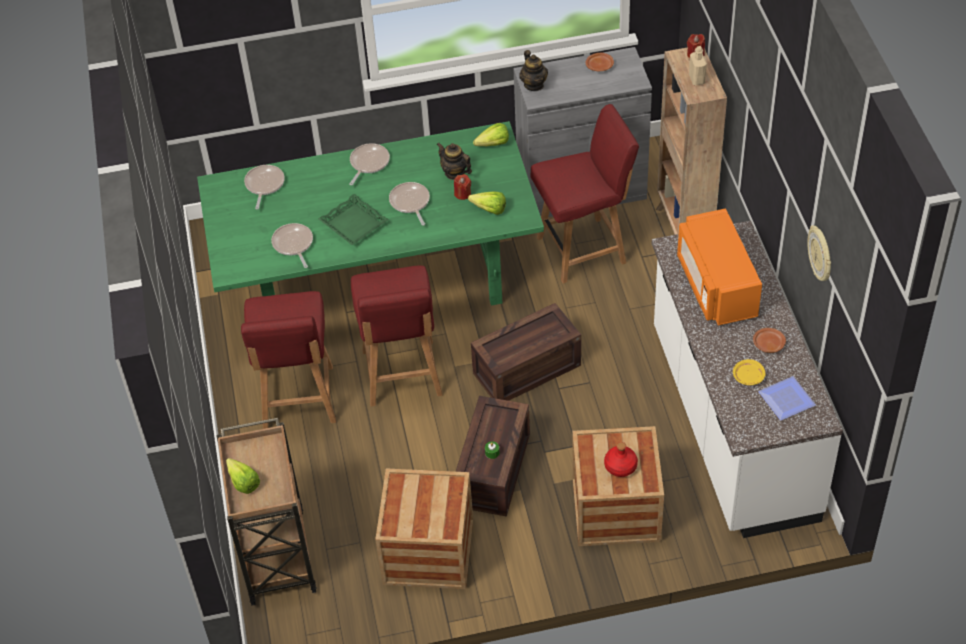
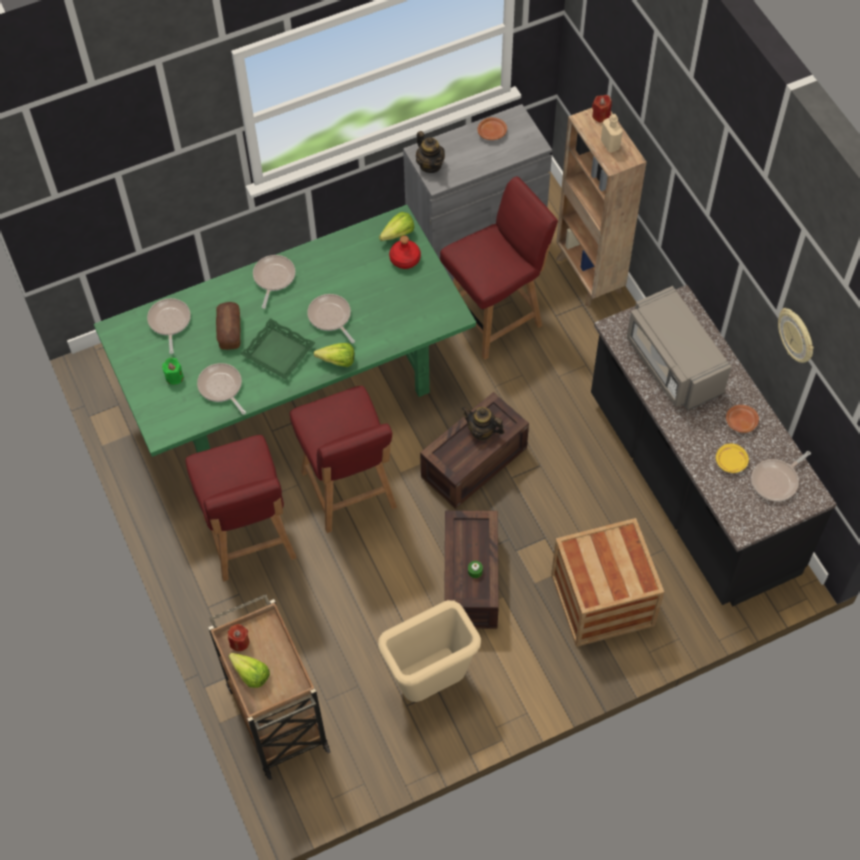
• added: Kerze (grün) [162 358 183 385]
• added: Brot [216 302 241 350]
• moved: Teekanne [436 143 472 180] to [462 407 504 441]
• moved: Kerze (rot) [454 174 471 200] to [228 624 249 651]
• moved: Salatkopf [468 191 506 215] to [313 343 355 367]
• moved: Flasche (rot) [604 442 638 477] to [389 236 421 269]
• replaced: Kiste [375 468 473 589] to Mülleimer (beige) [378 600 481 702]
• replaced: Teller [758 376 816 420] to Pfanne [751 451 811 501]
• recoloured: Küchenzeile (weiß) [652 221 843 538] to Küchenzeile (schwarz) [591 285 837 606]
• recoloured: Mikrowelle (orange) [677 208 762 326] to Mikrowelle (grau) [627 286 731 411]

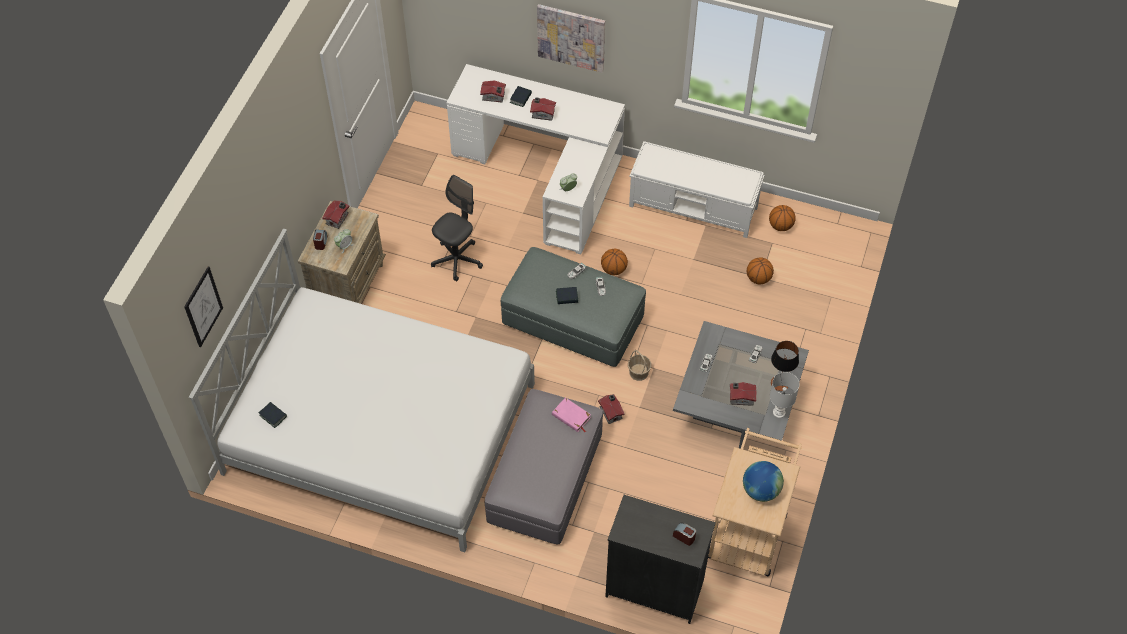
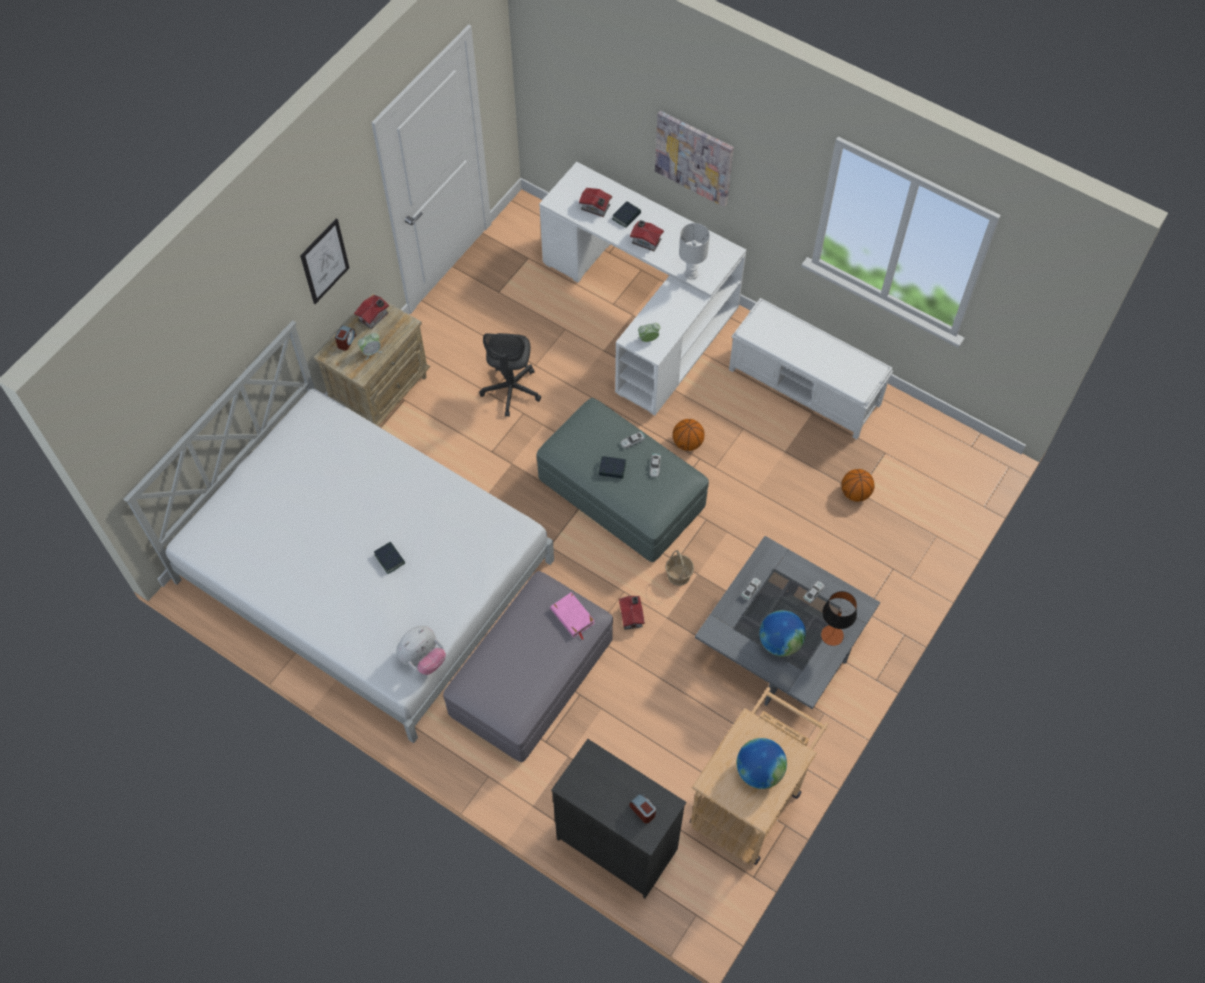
• removed: Basketball [769 205 796 231]
• added: Plüschtier [396 626 446 675]
• moved: Bild [184 266 223 347] to [300 218 349 304]
• moved: Buch [259 402 287 428] to [374 542 405 574]
• moved: Tischlampe (weiß) [770 372 799 418] to [679 223 710 280]
• replaced: Spielzeughaus [730 382 756 406] to Globus [759 610 806 657]
• turned: Bürostuhl (grau) [431 175 483 282] = [479 333 541 417] 135 degrees clockwise

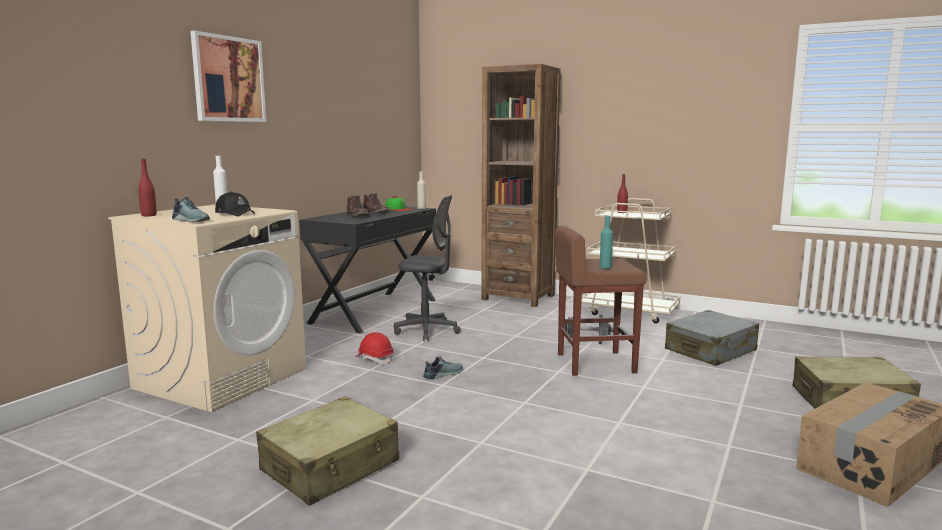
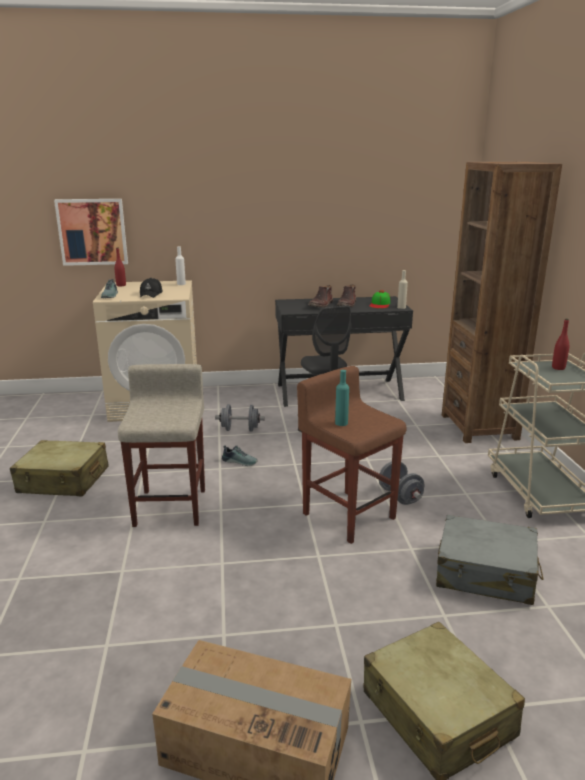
• added: Hocker (beige) [118 364 205 527]
• moved: Bild [190 31 266 122] to [54 199 128 266]
• replaced: Schutzhelm (rot) [355 332 394 364] to Hantel (grau) [215 404 265 431]

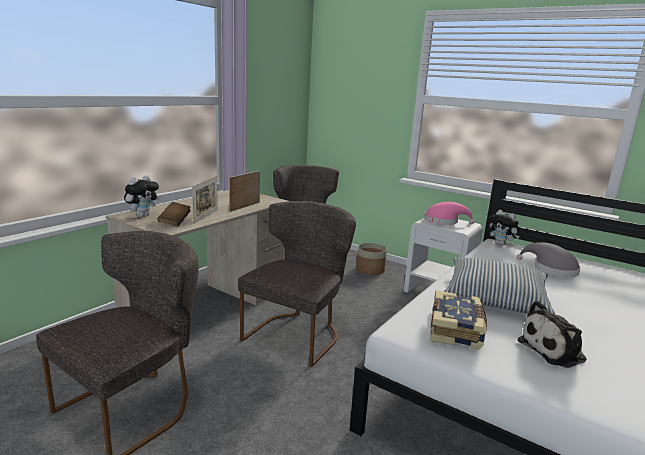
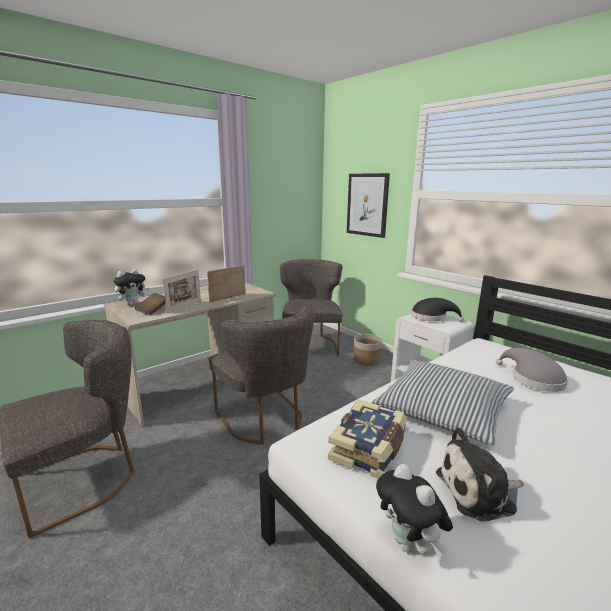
• added: Bild [347 173 390 238]
• moved: Plüschtier [489 210 520 246] to [376 464 453 558]
• recoloured: Hut (rosa) [424 202 475 225] to Hut (schwarz) [411 298 464 322]
• turned: Stuhl (grau) [238 201 356 367] = [209 305 314 445] 105 degrees clockwise

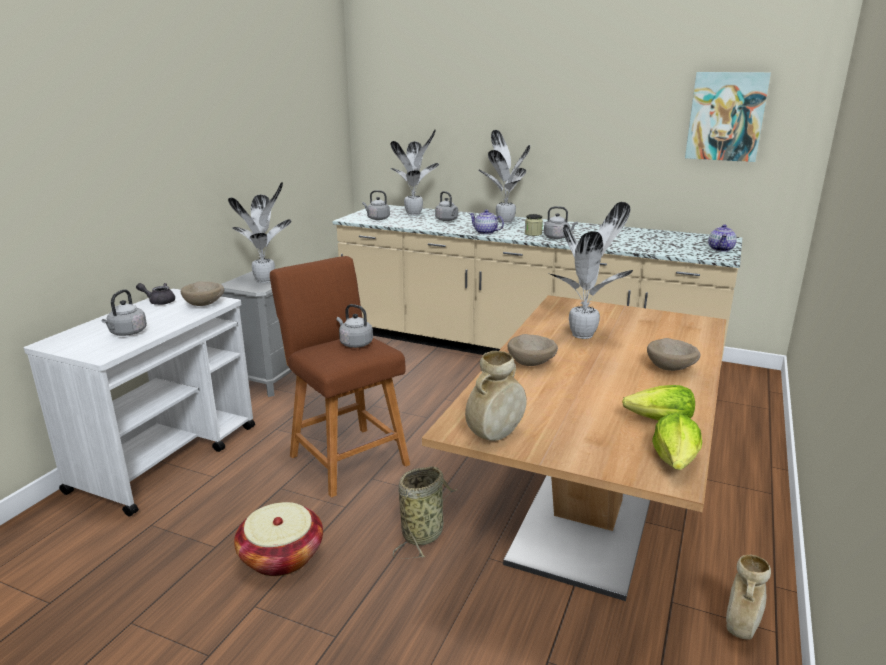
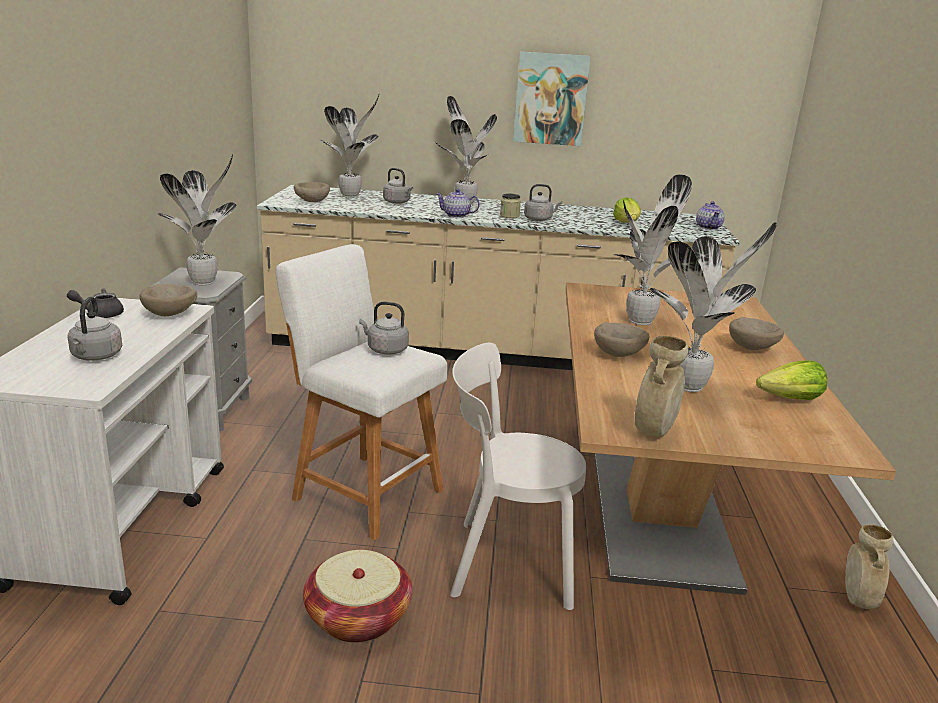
• added: Topfpflanze [650 222 777 392]
• moved: Salatkopf [652 413 702 470] to [613 197 641 223]
• moved: Bild [685 72 771 162] to [513 51 591 146]
• replaced: Wasserkessel (grau) [362 190 390 220] to Schüssel (beige) [294 182 330 202]
• replaced: Korb [393 466 458 559] to Stuhl (weiß) [450 342 586 610]
• recoloured: Hocker (braun) [270 256 410 498] to Hocker (weiß) [276 244 447 540]

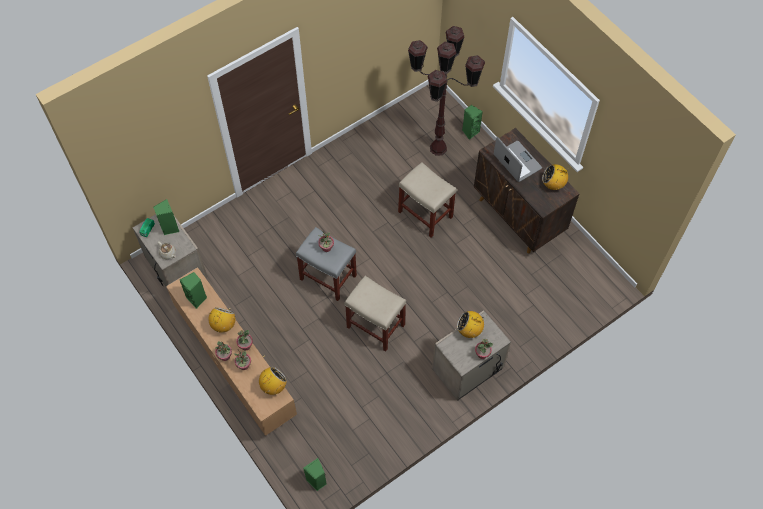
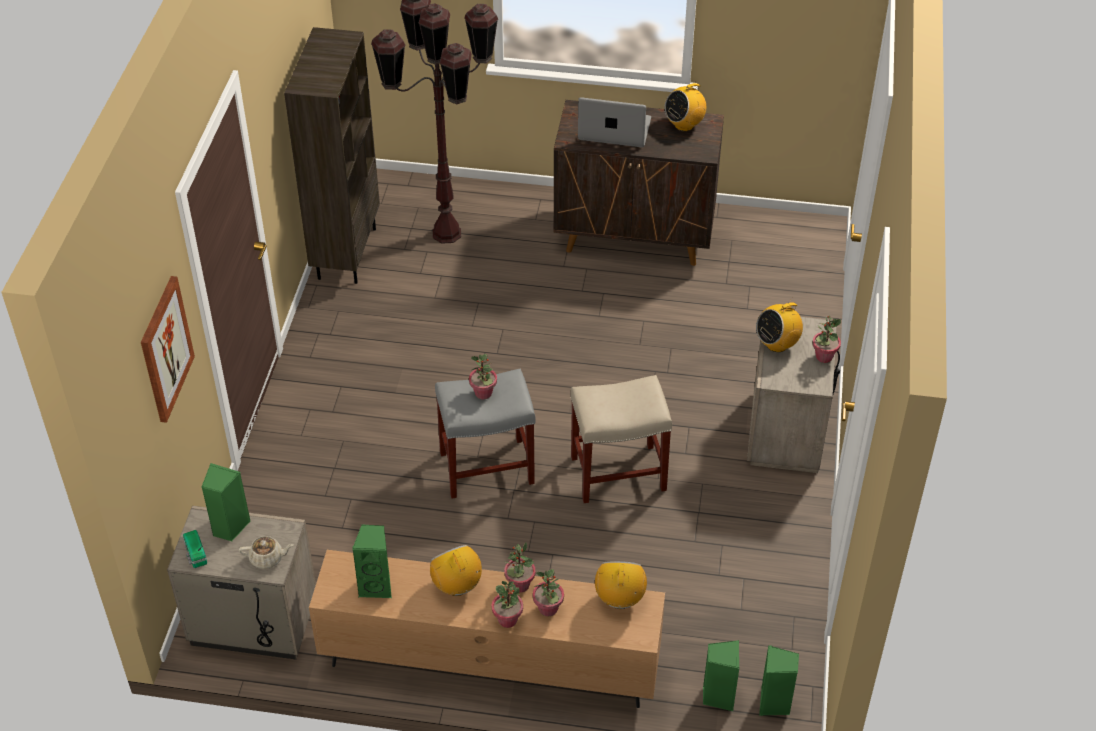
• removed: Hocker (beige) [398 162 457 238]
• added: Bild [141 276 195 423]
• added: Bücherregal (braun) [284 27 380 284]
• moved: Lautsprecher (grün) [462 105 483 140] to [703 640 740 711]

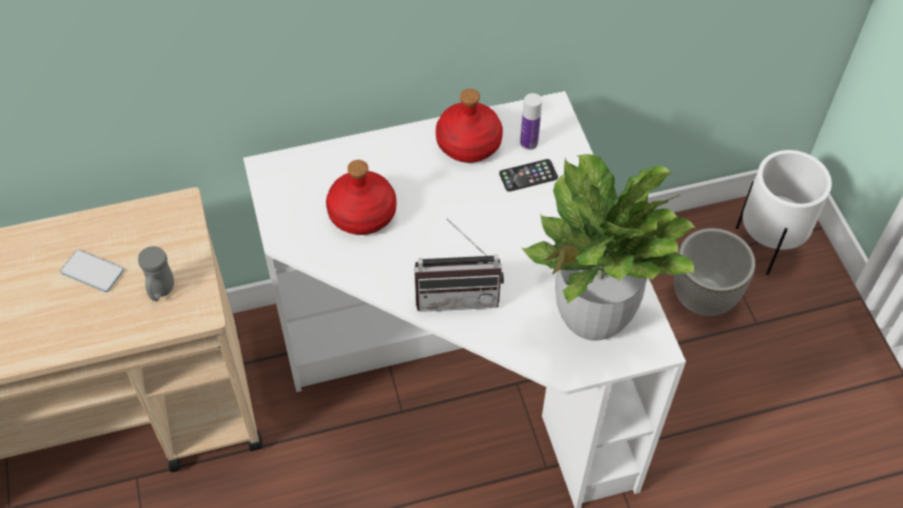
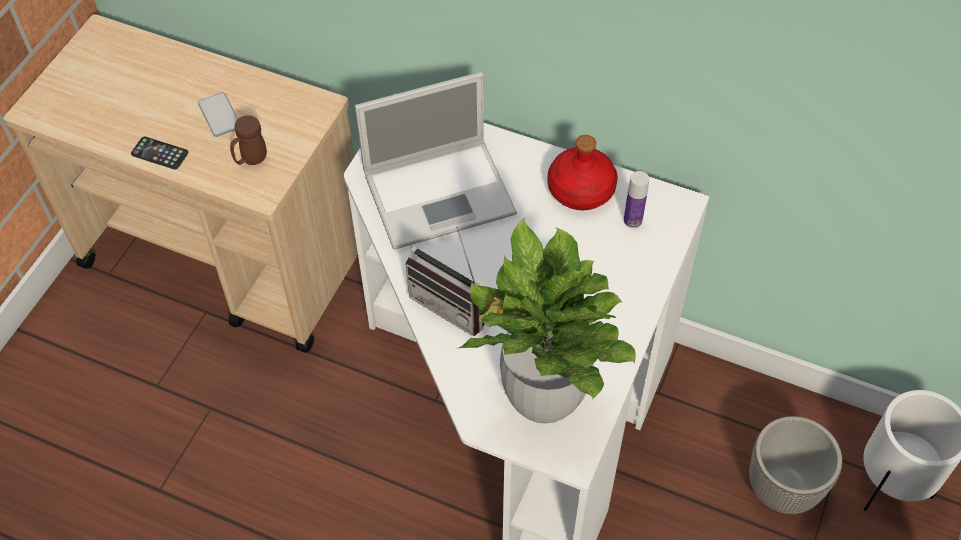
• moved: Handy [499 159 558 192] to [131 136 188 170]
• replaced: Flasche (rot) [326 160 397 235] to Laptop [355 72 517 250]
• recoloured: Henkelbecher (grau) [138 246 174 301] to Henkelbecher (braun) [230 115 267 165]

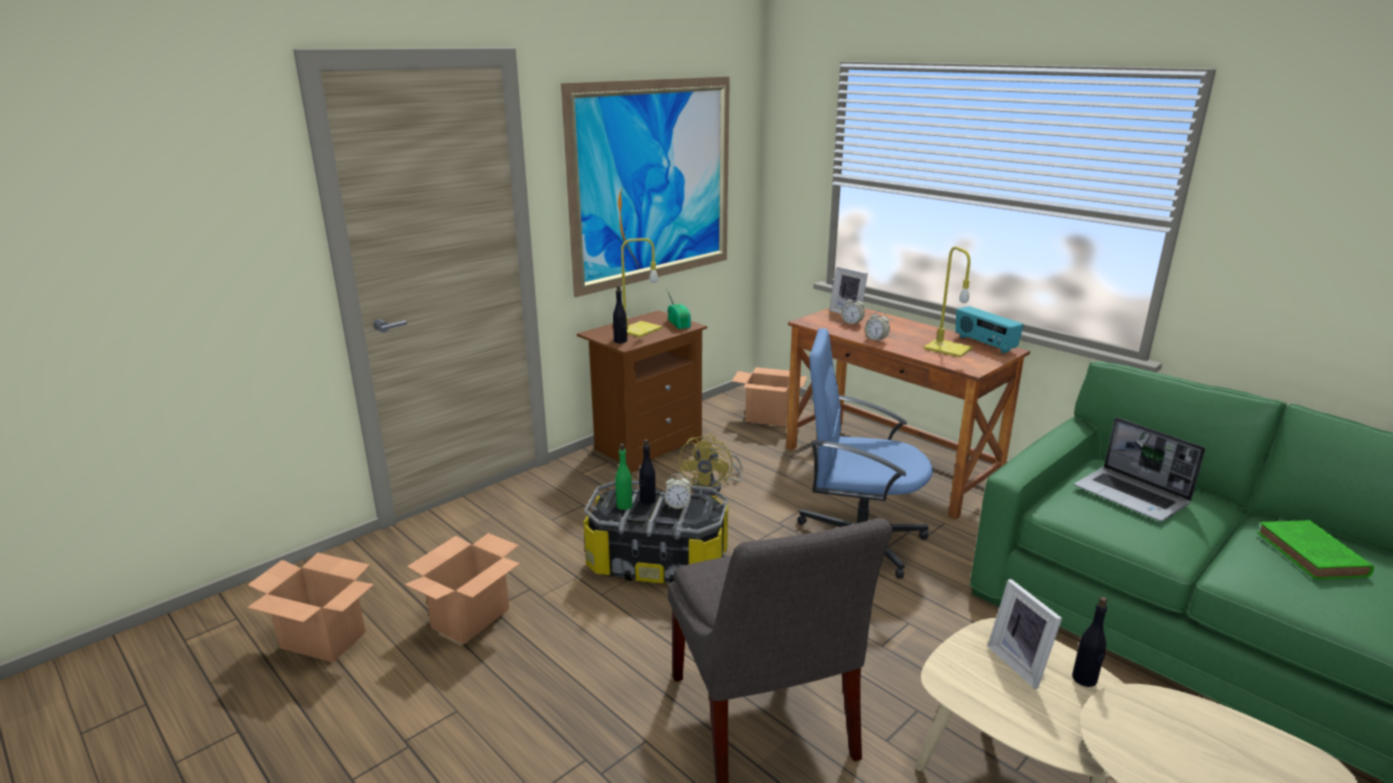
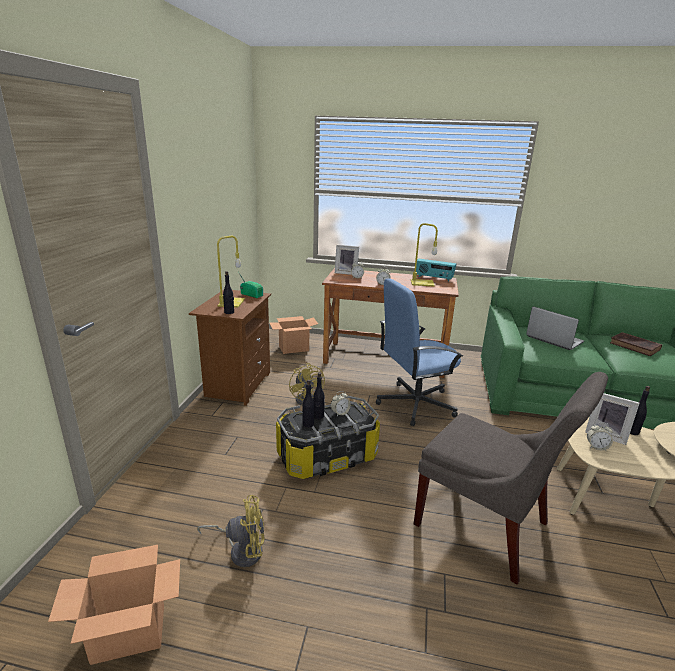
• removed: Bild [561 76 730 297]
• added: Wecker [587 422 613 450]
• replaced: Karton [404 533 520 644] to Ventilator (gelb) [197 495 264 567]
• recoloured: Flasche (grün) [615 444 633 510] to Flasche (schwarz) [302 380 314 428]
• recoloured: Buch (grün) [1257 520 1374 579] to Buch (braun) [610 332 662 356]
• turned: Laptop [1074 417 1205 521] = [526 306 584 350] 150 degrees counterclockwise

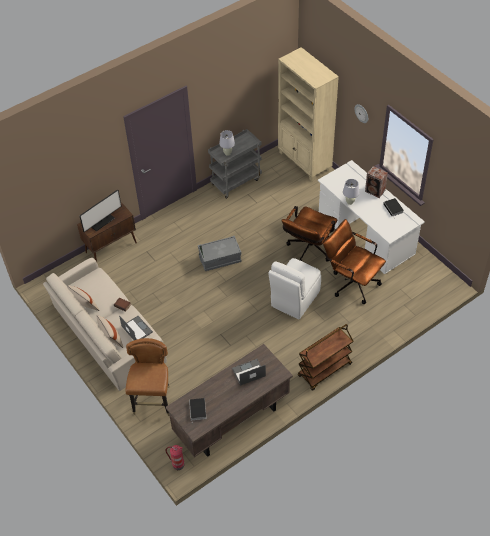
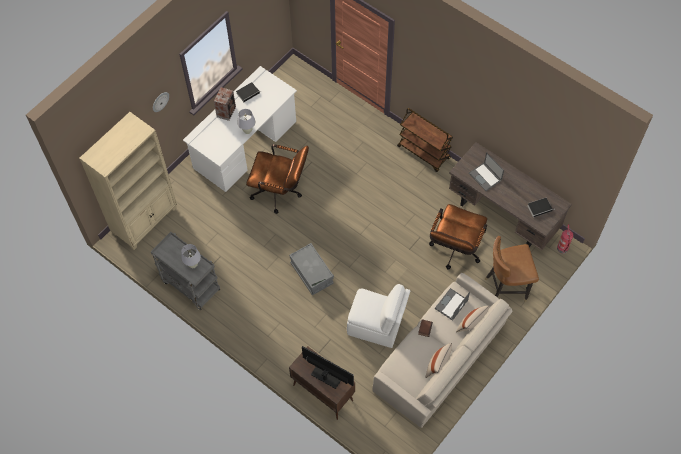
• moved: Stuhl (weiß) [268 258 321 320] to [347 284 410 348]
• moved: Bürostuhl (braun) [323 219 386 304] to [429 204 487 269]

